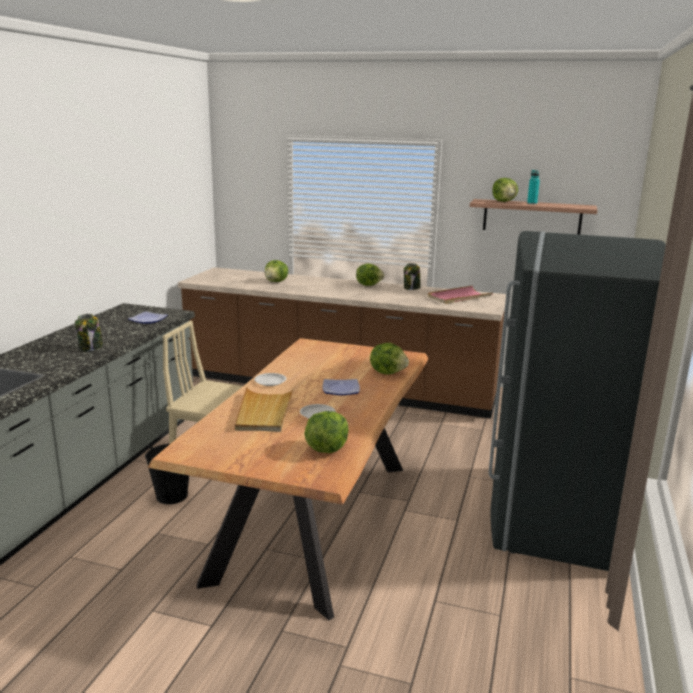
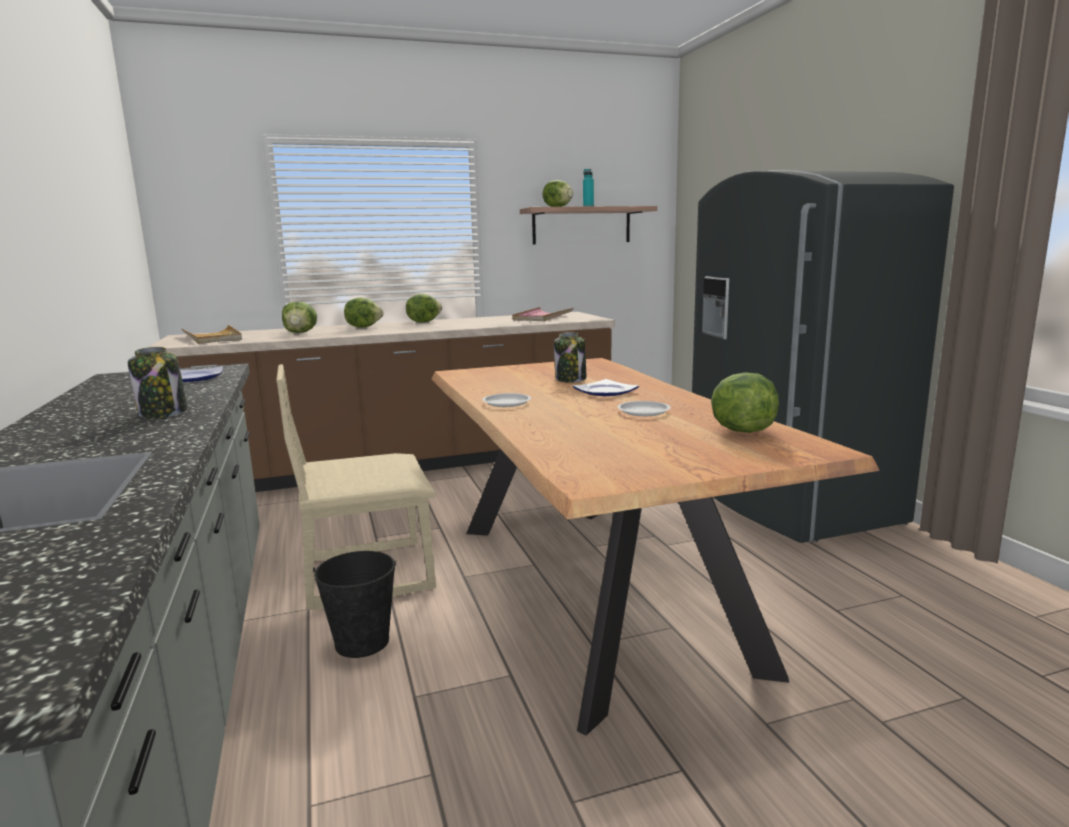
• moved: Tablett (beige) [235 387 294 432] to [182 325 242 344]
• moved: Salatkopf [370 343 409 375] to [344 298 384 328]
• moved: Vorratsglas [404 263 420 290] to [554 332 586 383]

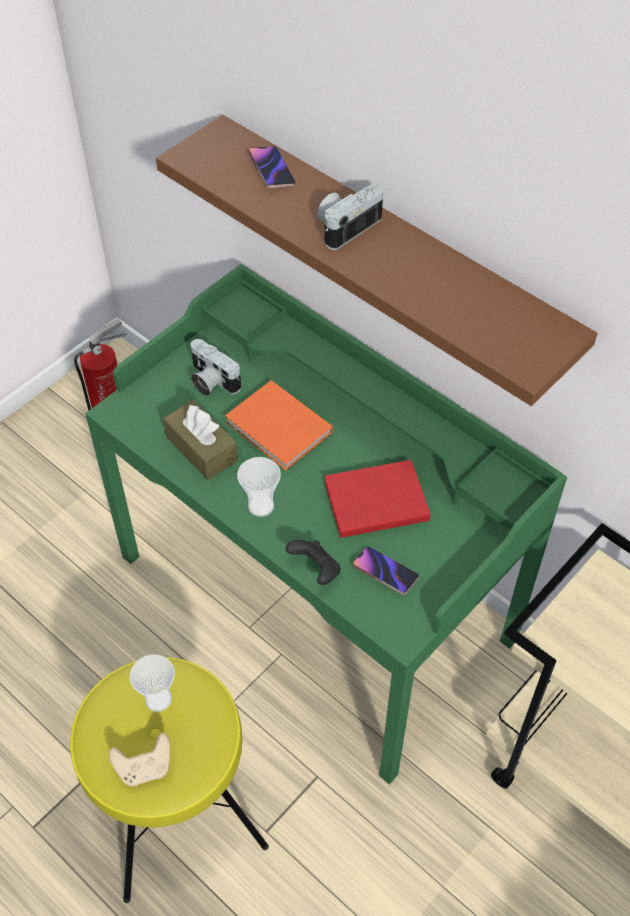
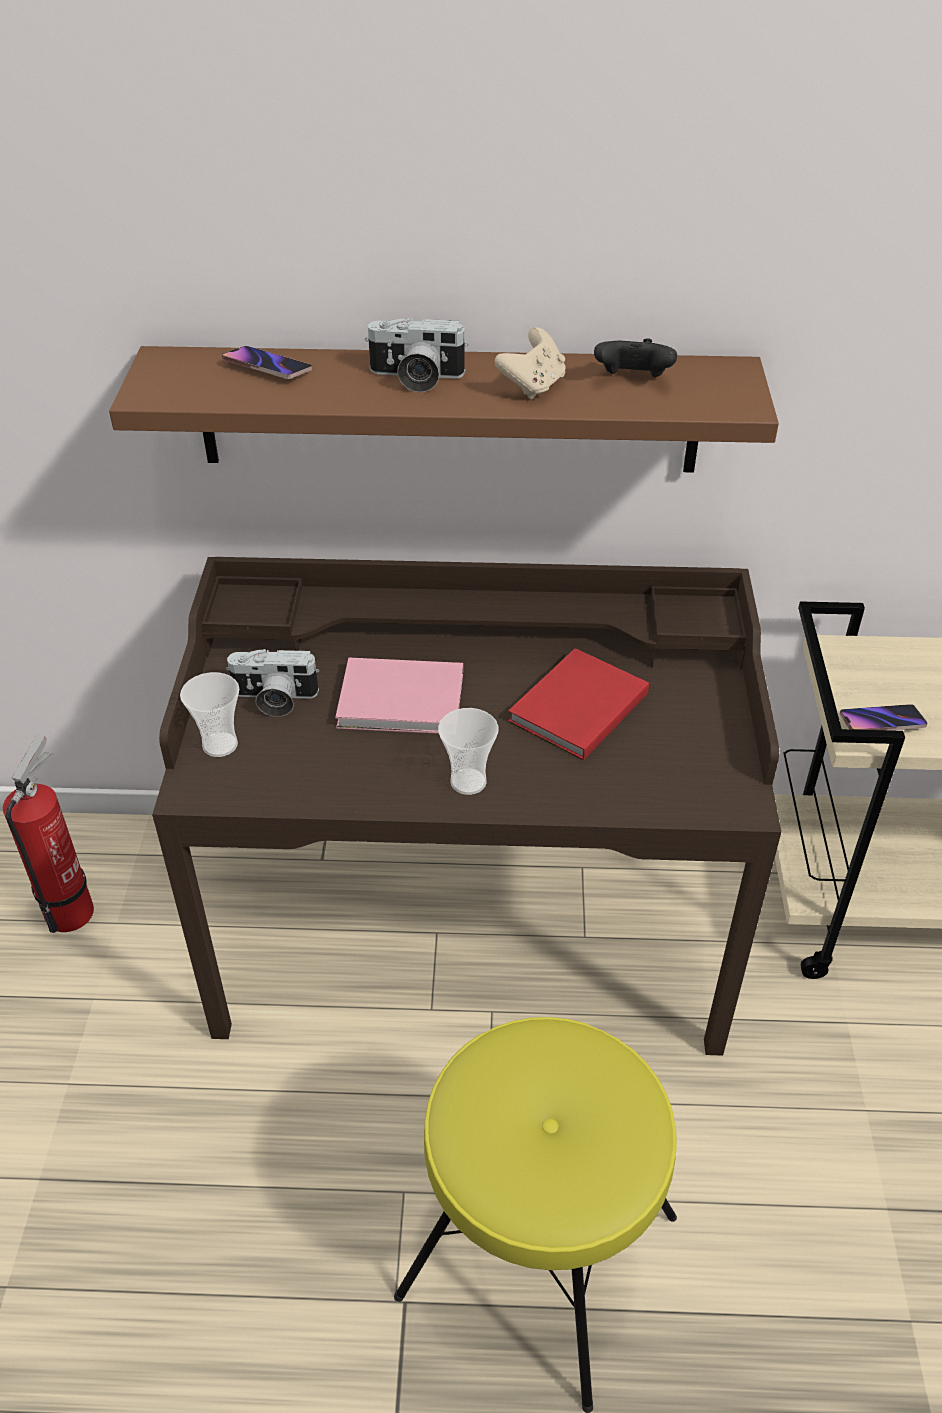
• removed: Taschentuchbox (braun) [163 400 238 480]
• moved: Gamepad (beige) [109 733 170 786] to [494 327 565 399]
• moved: Tasse [130 654 175 712] to [180 672 239 757]
• moved: Gamepad (schwarz) [286 540 341 585] to [594 338 677 377]
• moved: Handy [352 546 419 595] to [840 704 927 730]
• recoloured: Schreibtisch (grün) [85 264 567 785] to Schreibtisch (braun) [152 557 781 1056]
• recoloured: Buch (orange) [225 380 333 471] to Buch (rosa) [335 658 463 734]
• turned: Kamera [317 184 383 250] = [365 318 468 392] 90 degrees counterclockwise

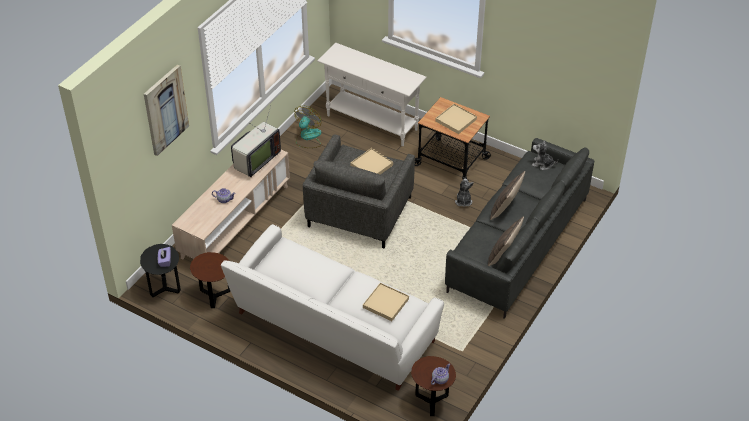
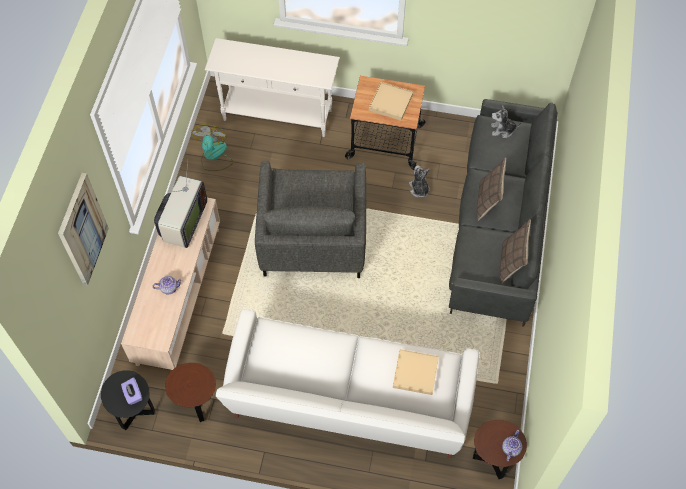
• removed: Tablett (beige) [350 148 393 174]

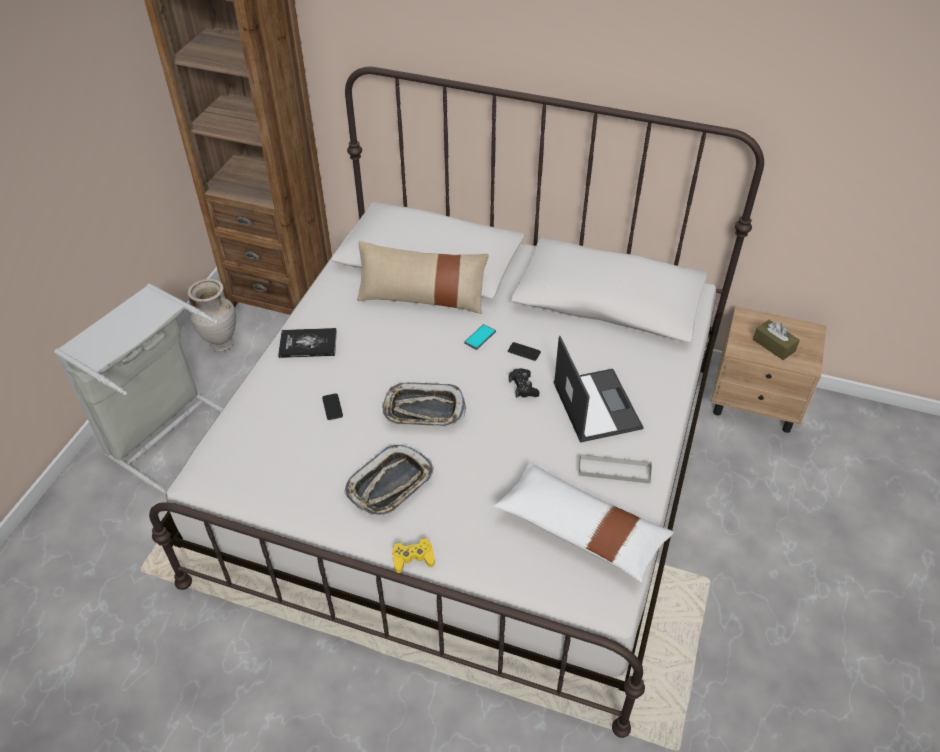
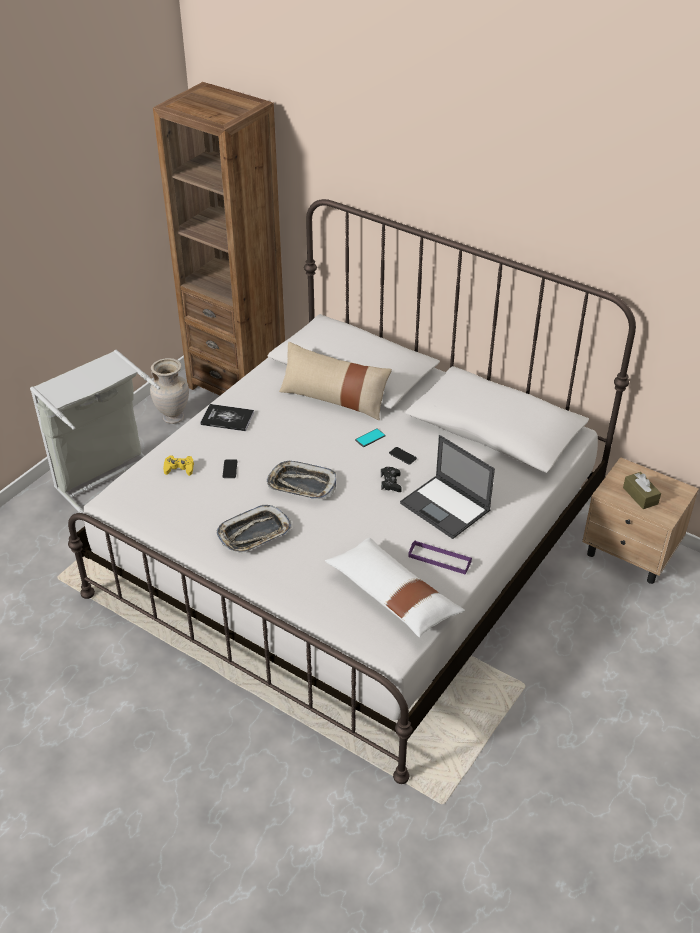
• moved: Gamepad (gelb) [392 538 435 573] to [163 455 194 476]
• recoloured: Tablett (grau) [579 454 652 484] to Tablett (lila) [408 540 472 574]
• turned: Laptop [554 336 644 443] = [400 435 495 539] 135 degrees clockwise

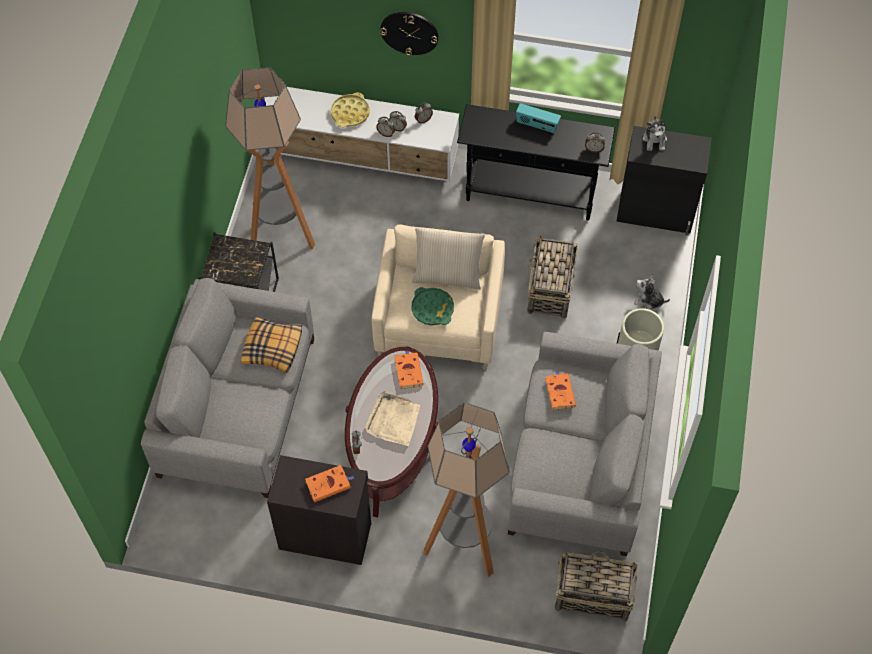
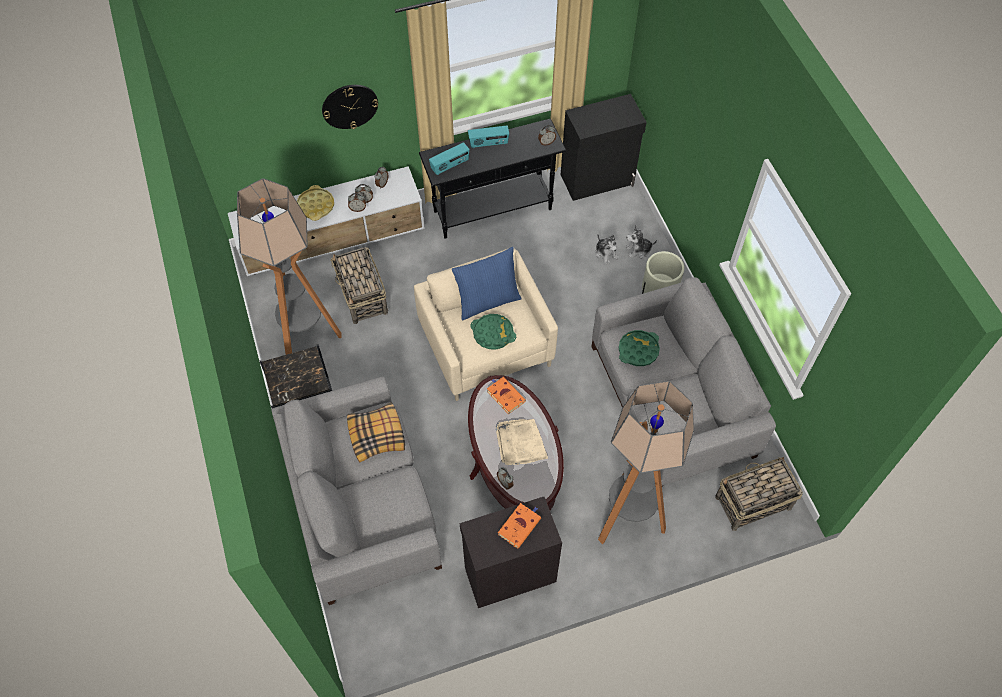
• added: Radio [429 142 469 175]
• moved: Korb [527 236 578 319] to [331 247 388 324]
• moved: Plüschtier [643 115 667 151] to [595 234 619 264]
• replaced: Buch (orange) [545 371 576 410] to Tablett (grün) [619 330 660 366]
• recoloured: Kissen (beige) [412 228 485 290] to Kissen (blau) [452 247 522 320]

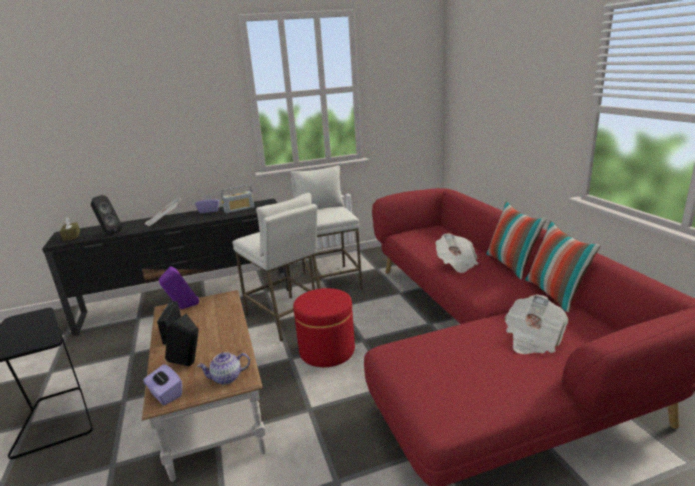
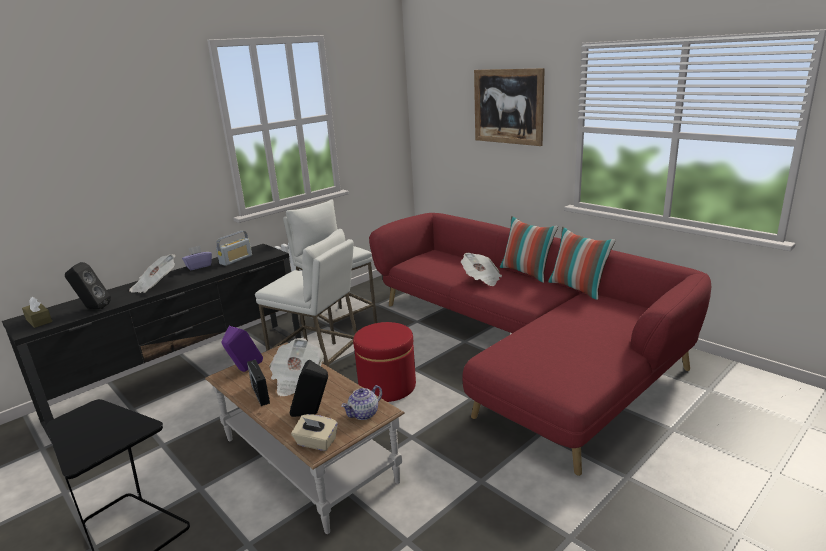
• added: Bild [474 68 545 146]
• moved: Zeitung [505 295 568 354] to [270 338 324 396]
• recoloured: Taschentuchbox (lila) [143 364 182 405] to Taschentuchbox (beige) [291 414 338 451]

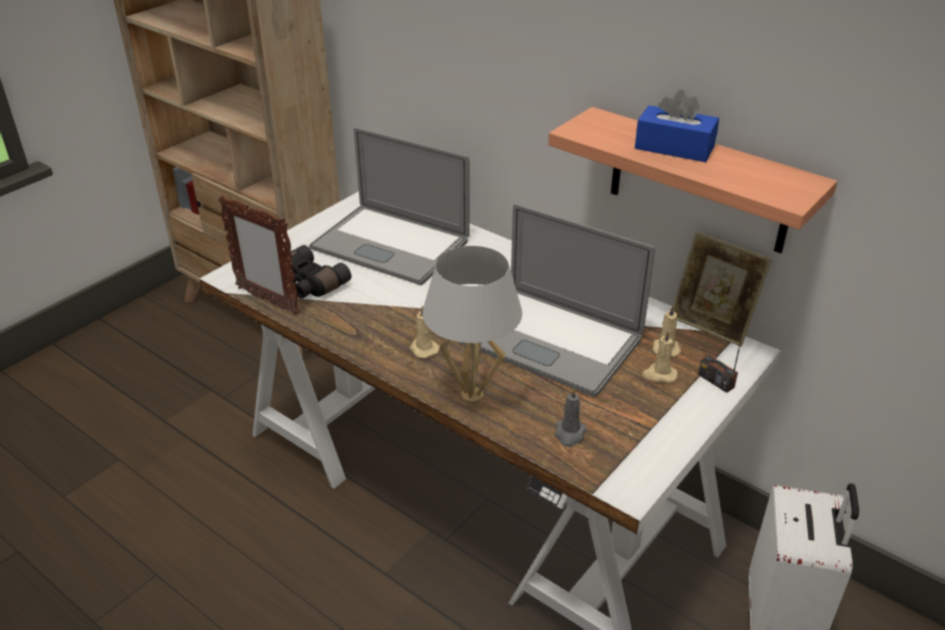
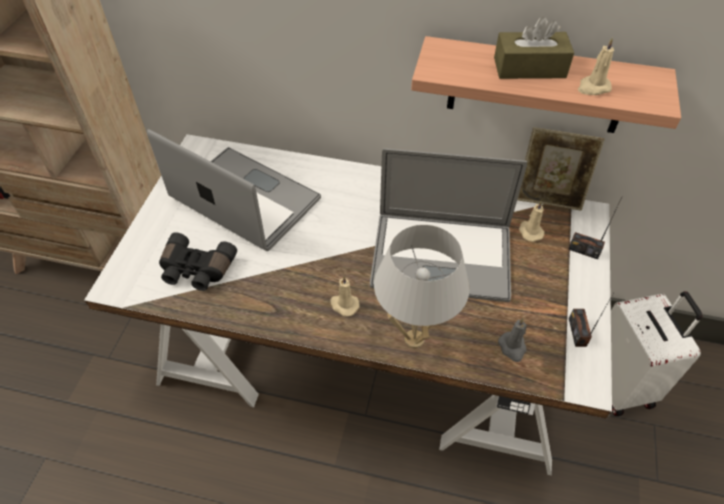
• removed: Bilderrahmen [218 195 300 315]
• added: Radio [569 294 613 347]
• moved: Kerze (beige) [642 331 678 383] to [578 37 614 95]
• recoloured: Taschentuchbox (blau) [635 90 719 162] to Taschentuchbox (braun) [494 17 574 79]
• turned: Laptop [309 127 470 285] = [147 129 321 251] 150 degrees counterclockwise

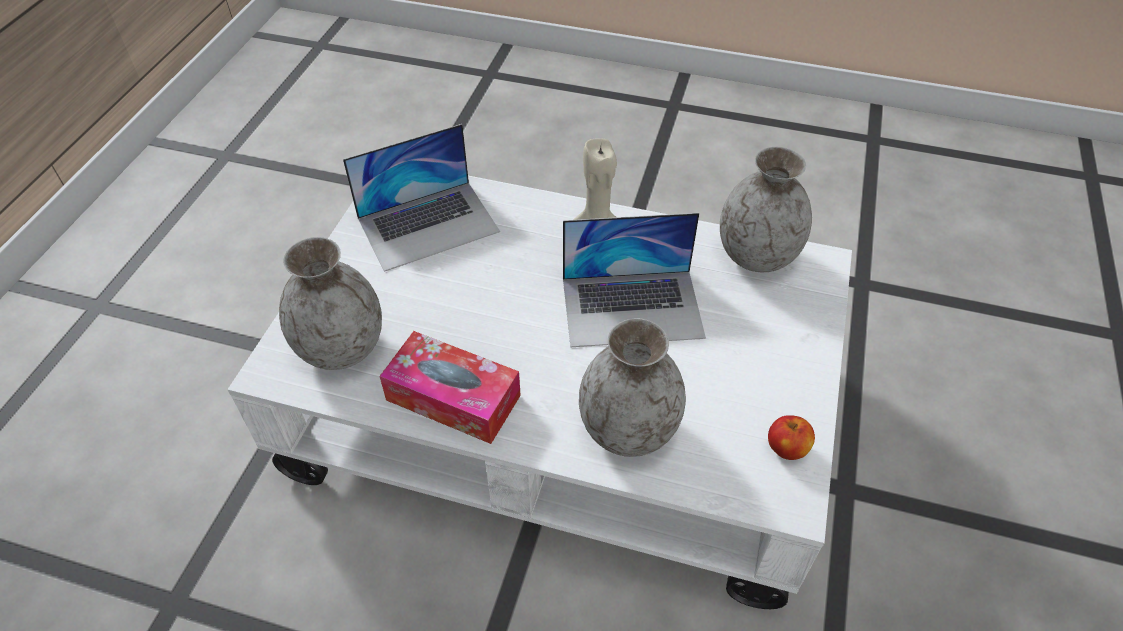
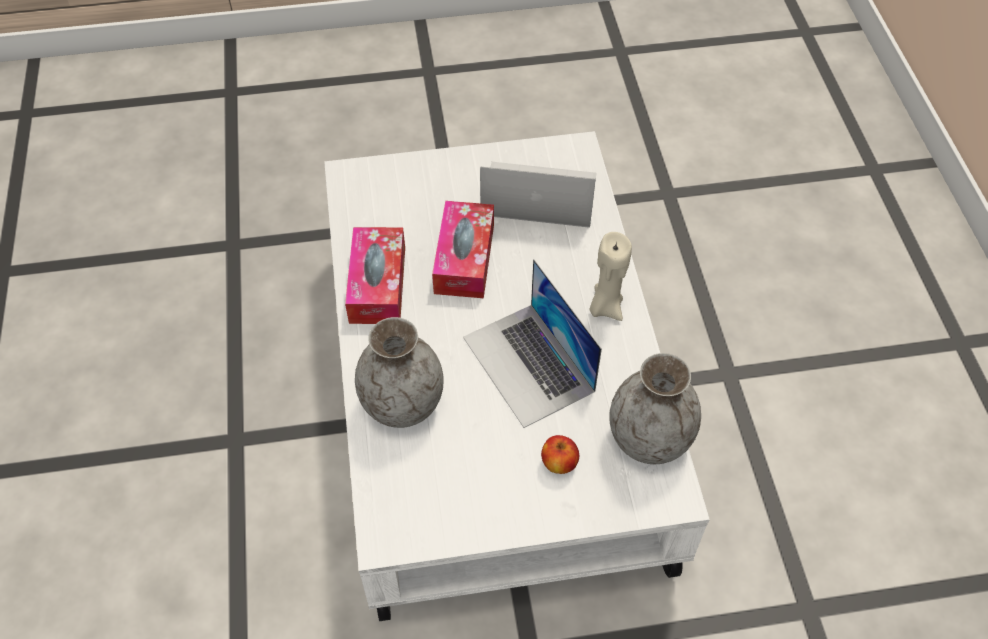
• removed: Vase (grau) [279 237 382 370]
• added: Taschentuchbox [432 201 494 298]
• moved: Apfel [768 415 815 460] to [541 435 579 474]
• turned: Laptop [343 124 500 272] = [480 162 596 228] 150 degrees clockwise

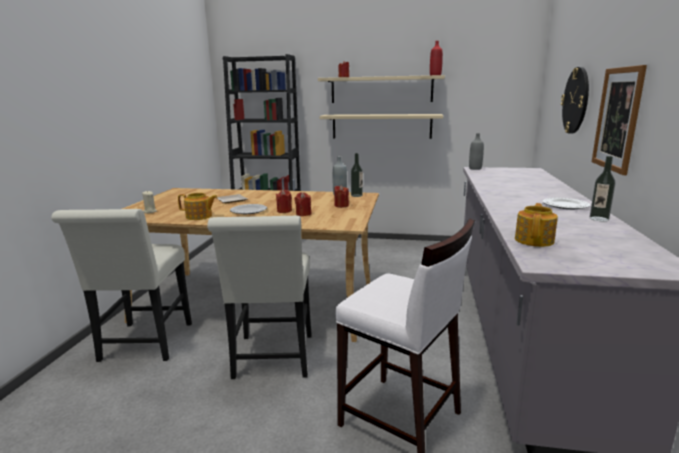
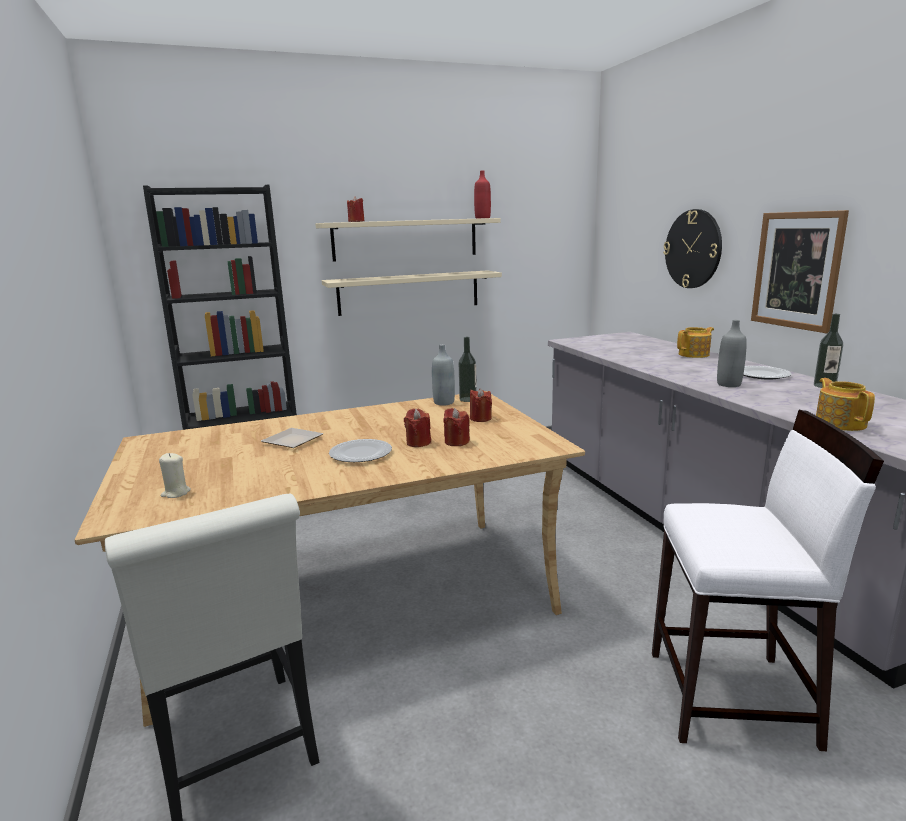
• removed: Stuhl (weiß) [207 216 312 379]
• moved: Teekanne [178 193 218 220] to [677 327 714 358]
• moved: Flasche (grau) [469 133 484 170] to [717 320 747 387]

